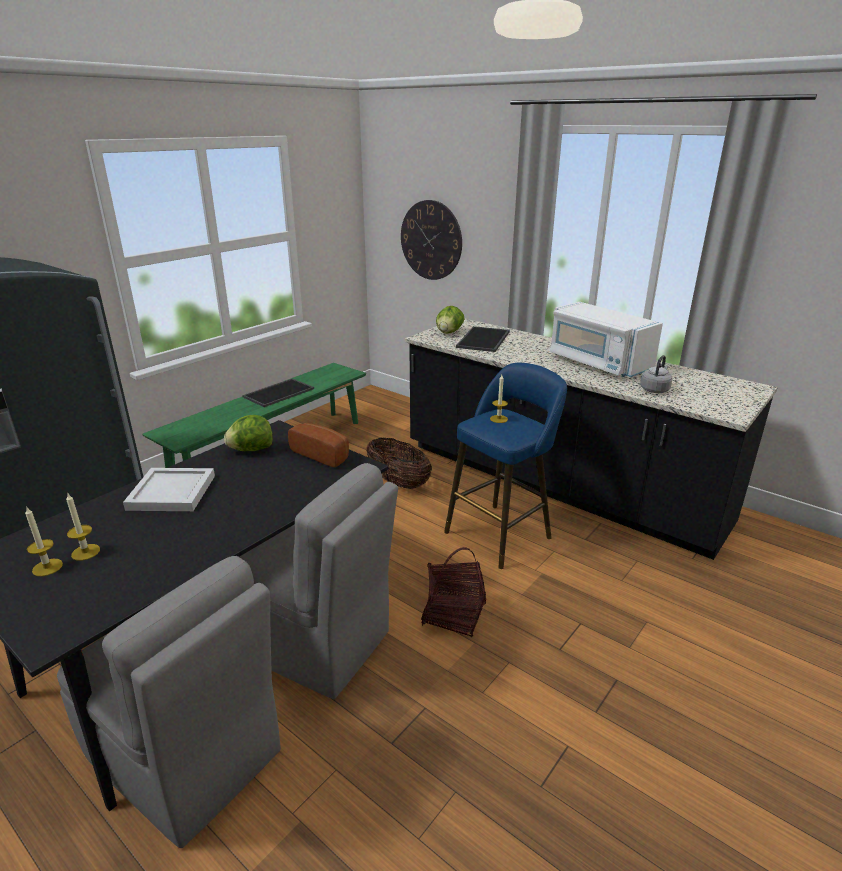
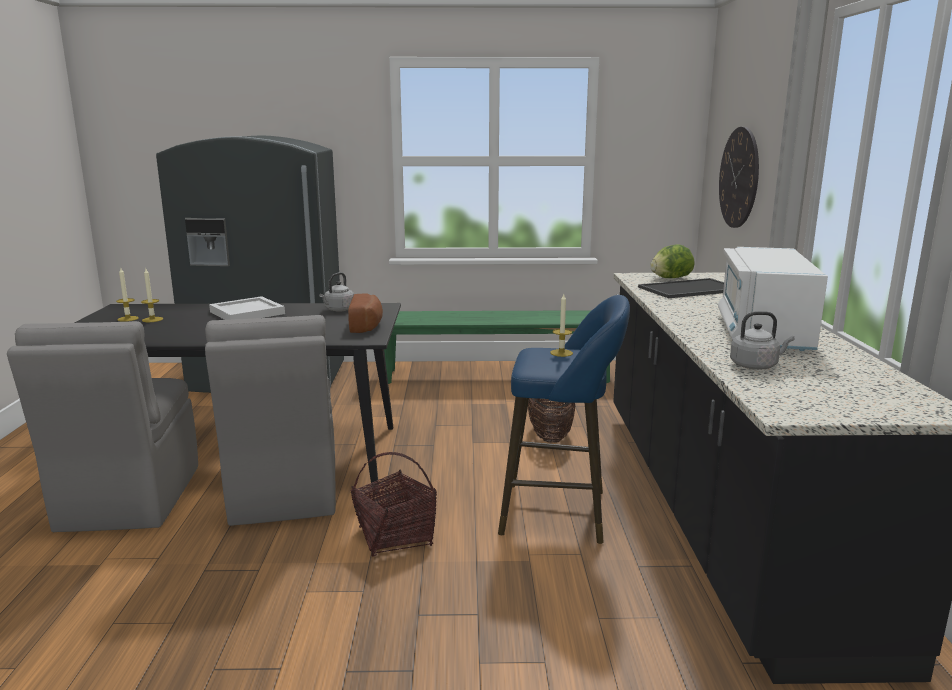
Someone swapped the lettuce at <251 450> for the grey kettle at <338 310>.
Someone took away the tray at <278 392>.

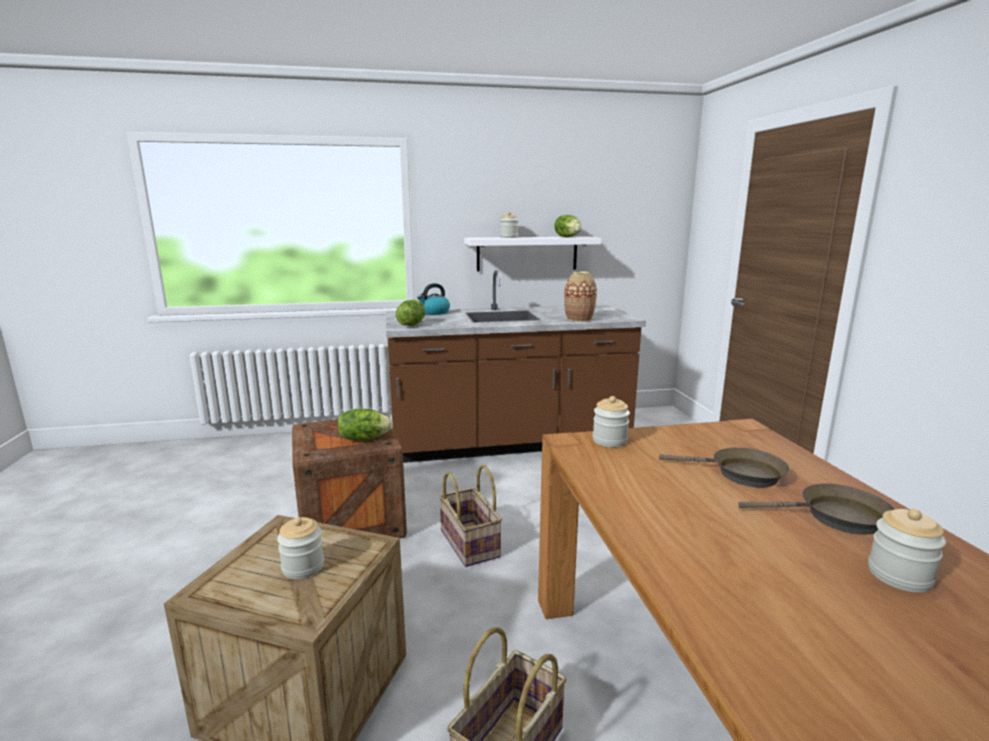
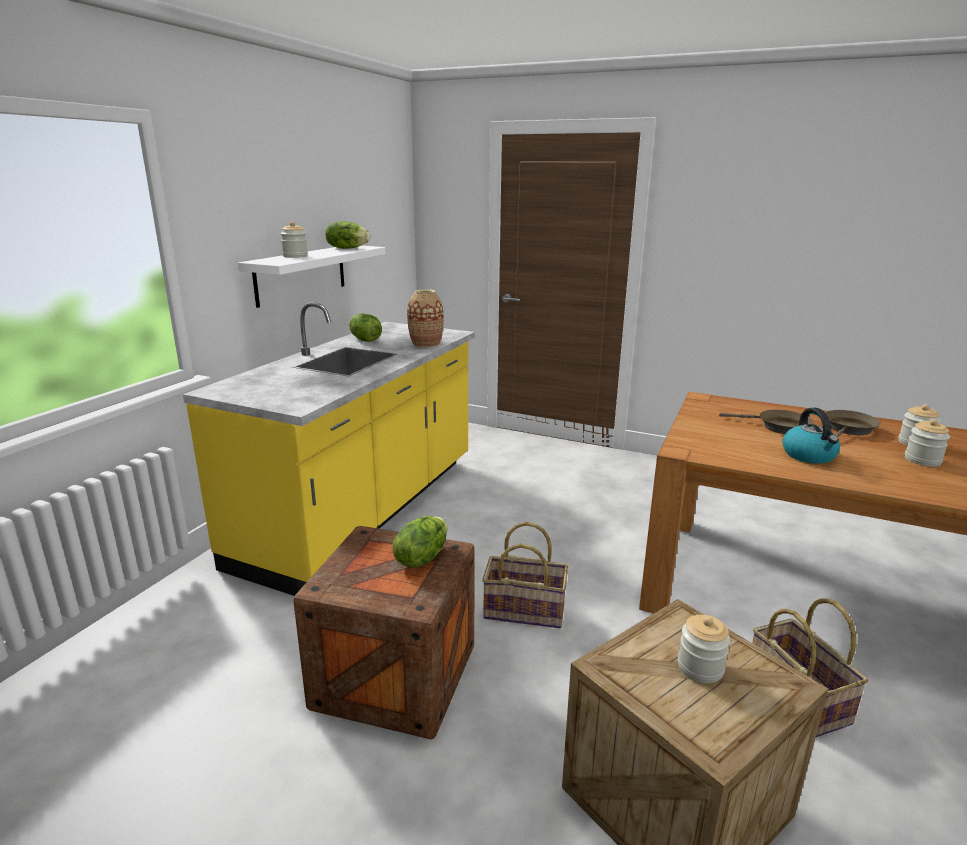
Someone repainted the brown counter at <509 442>, which became the yellow counter at <363 510>.
Someone carried the lettuce from <411 324> to <364 340>.
Someone rotated the brown frying pan at <740 474> by 60 degrees clockwise.
Someone carried the kettle from <434 313> to <809 455>.
Someone carried the jar from <609 440> to <922 460>.

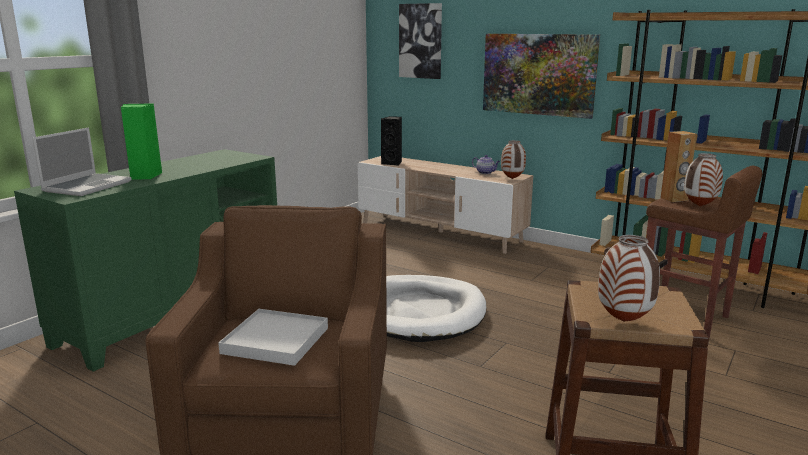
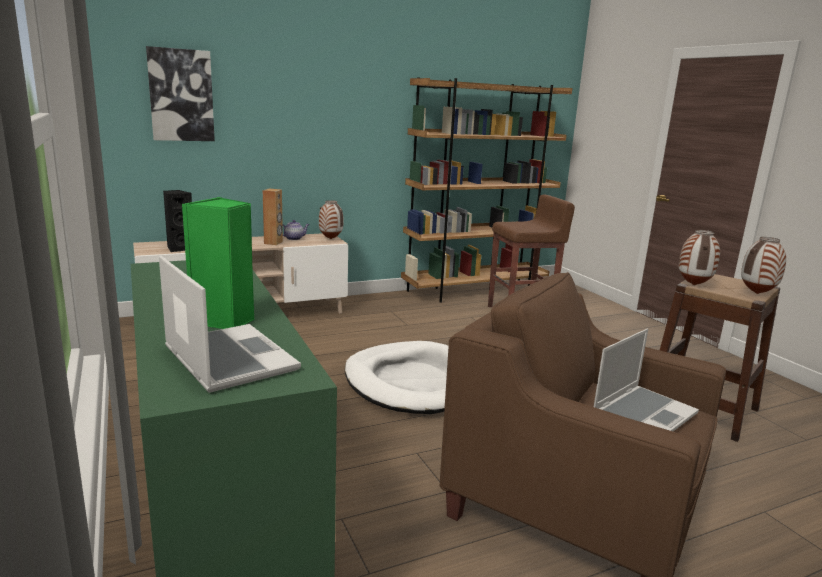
Someone carried the brown speaker from <674 199> to <273 243>.
Someone swapped the white tray at <276 340> for the laptop at <643 414>.
Someone carried the vase from <699 206> to <693 285>.
Someone took away the picture at <538 74>.

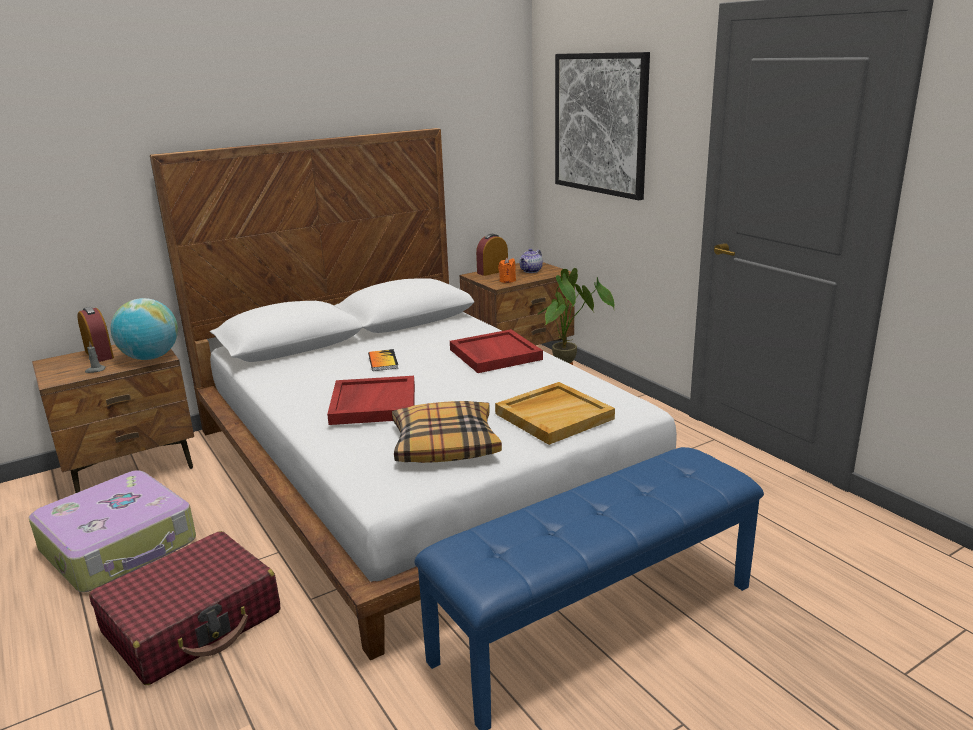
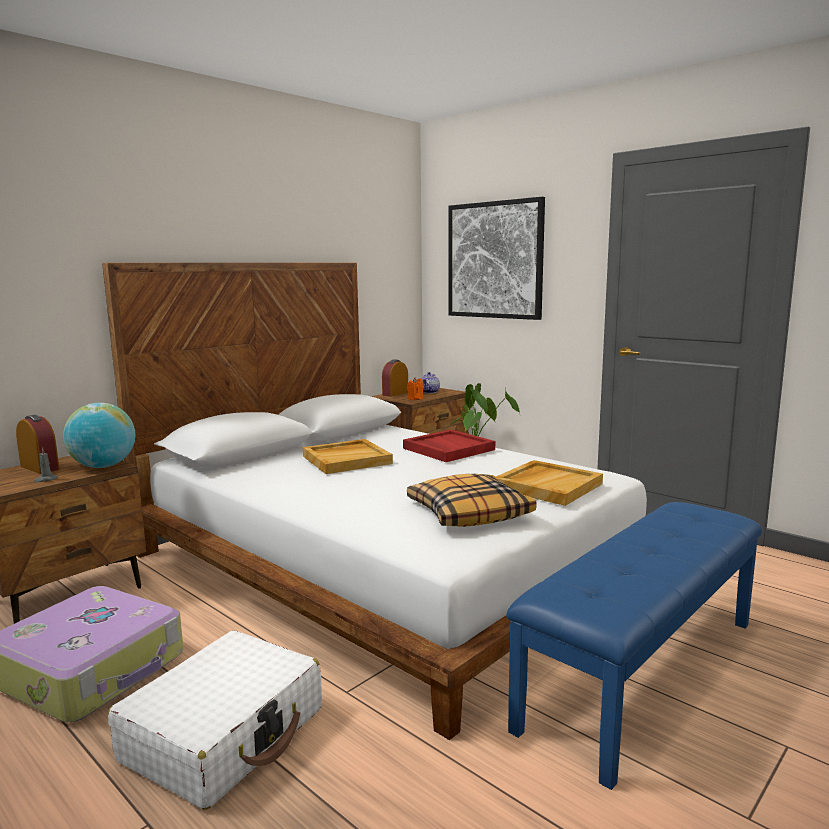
Someone repainted the red suitcase at <193 622>, which became the white suitcase at <225 734>.
Someone swapped the book at <383 361> for the beige tray at <347 459>.
Someone took away the red tray at <373 404>.

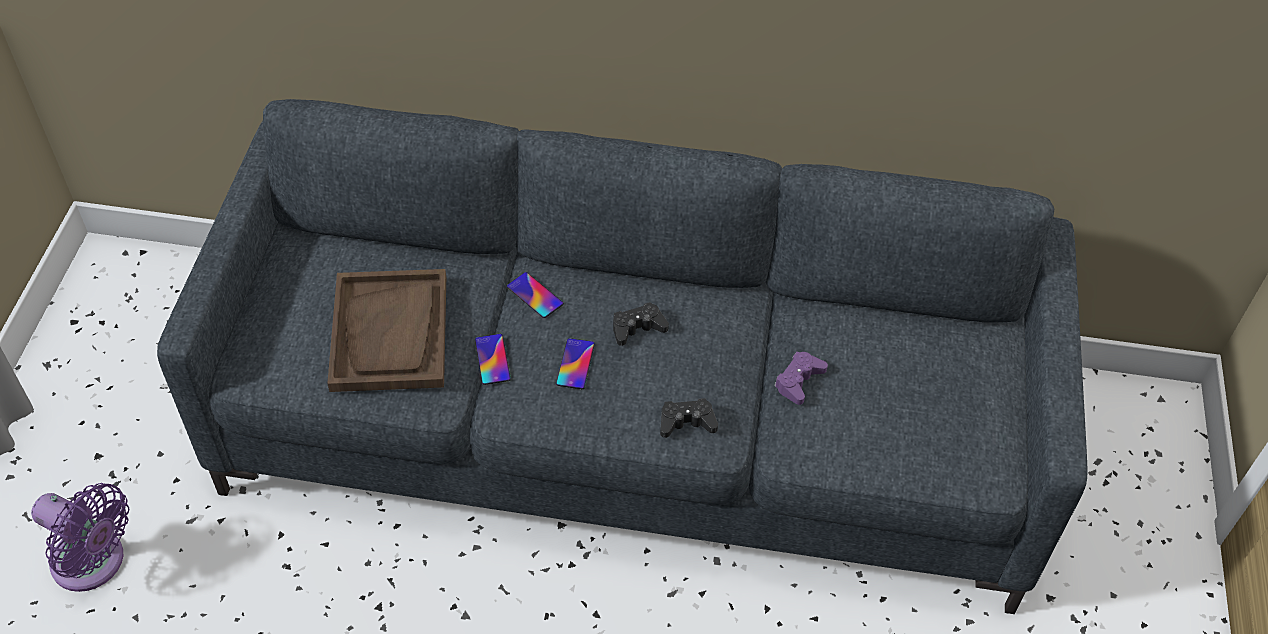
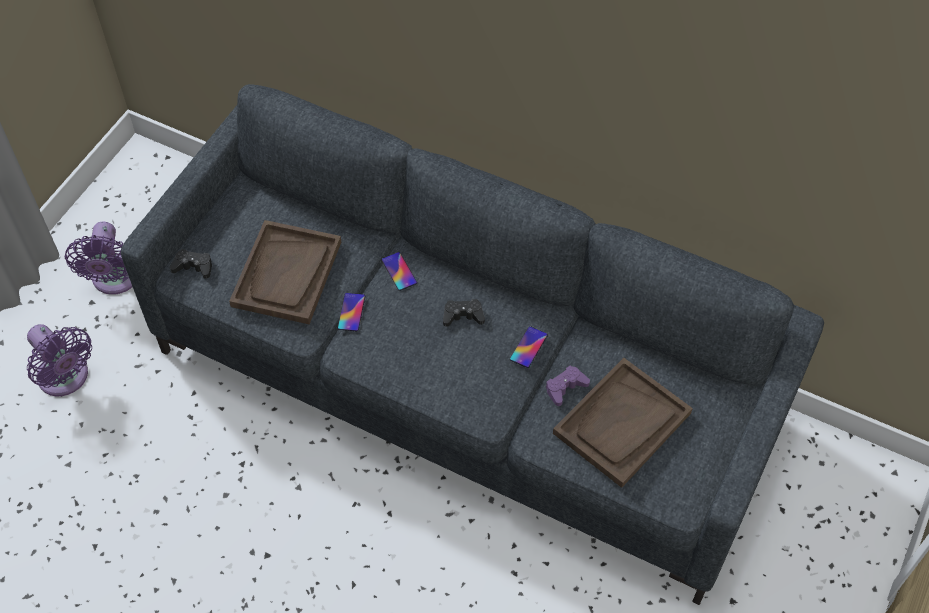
Someone put down the purple fan at <115 279>.
Someone carried the black game controller from <686 422> to <193 267>.
Someone carried the phone from <575 364> to <528 347>.
Someone put down the brown tray at <622 424>.

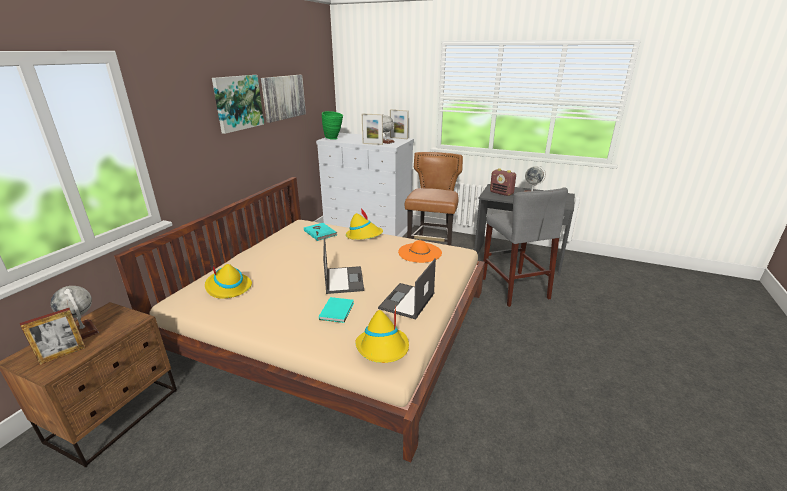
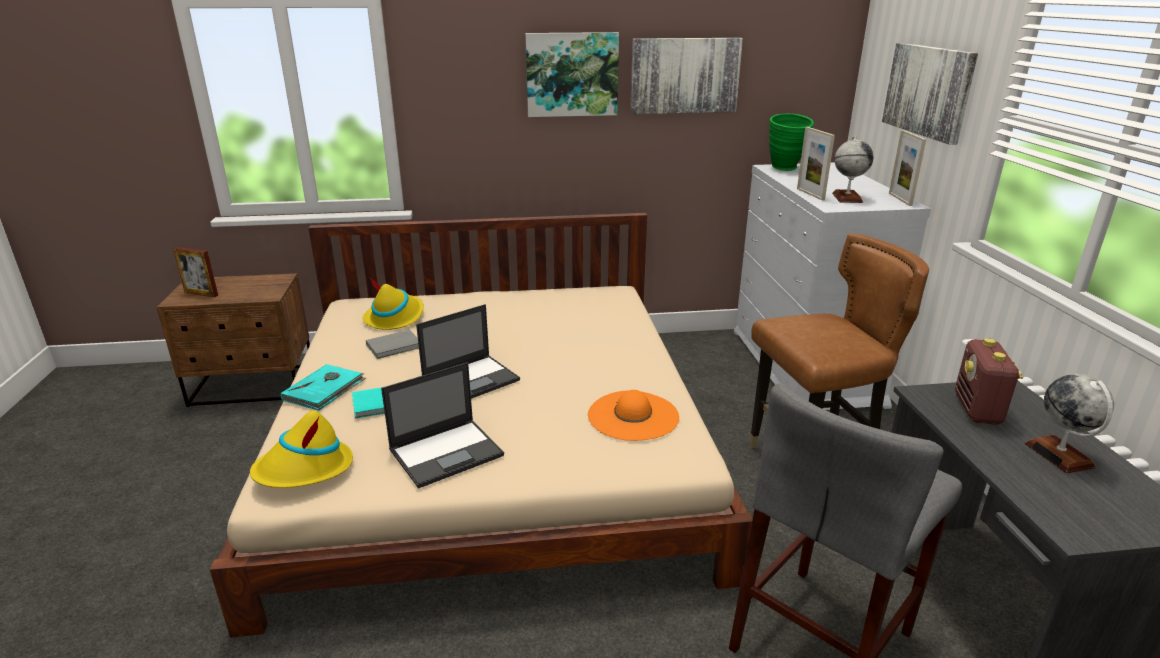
Someone carried the turquoise book from <320 233> to <325 390>.
Someone put down the grey book at <395 346>.
Someone rotated the laptop at <407 301> by 150 degrees clockwise.
Someone put up the picture at <928 91>.
Someone took away the globe at <83 331>.
Someone took away the yellow hat at <364 235>.

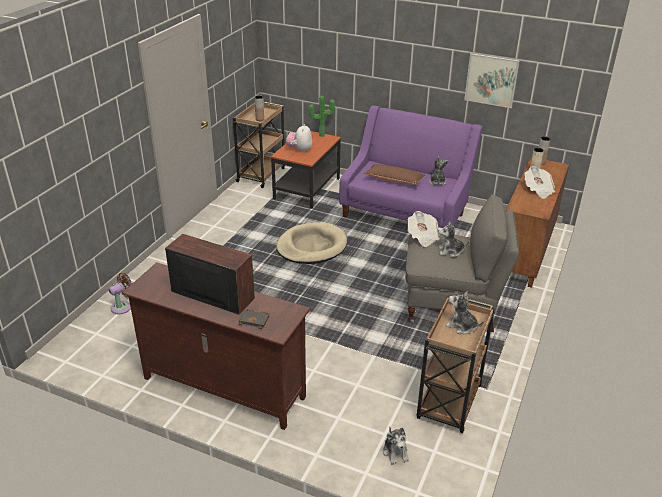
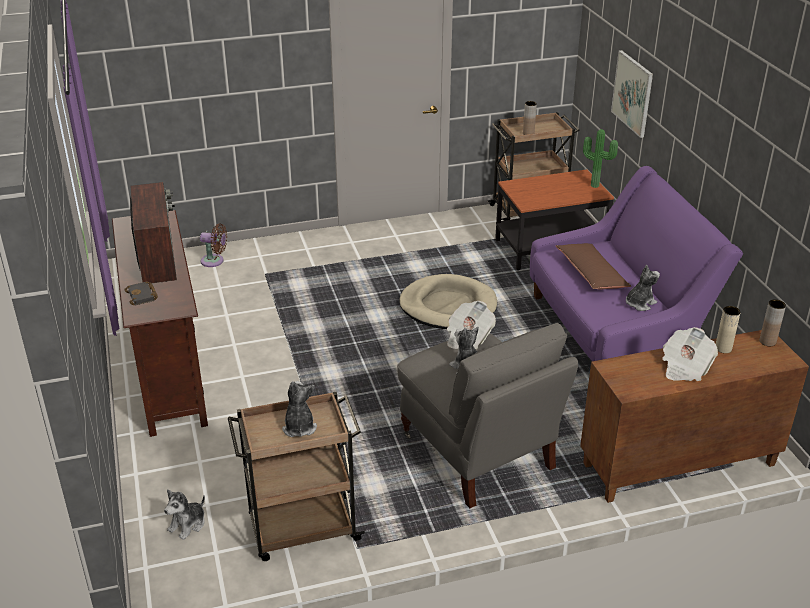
Someone carried the picture from <491 80> to <632 93>.
Someone took away the plush toy at <300 150>.

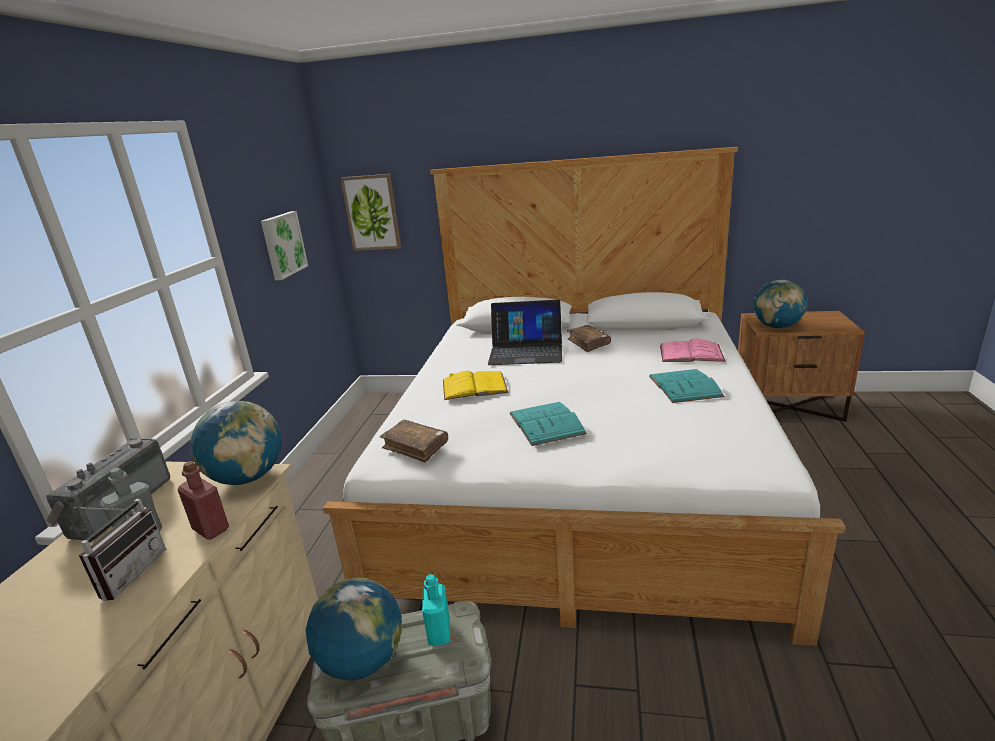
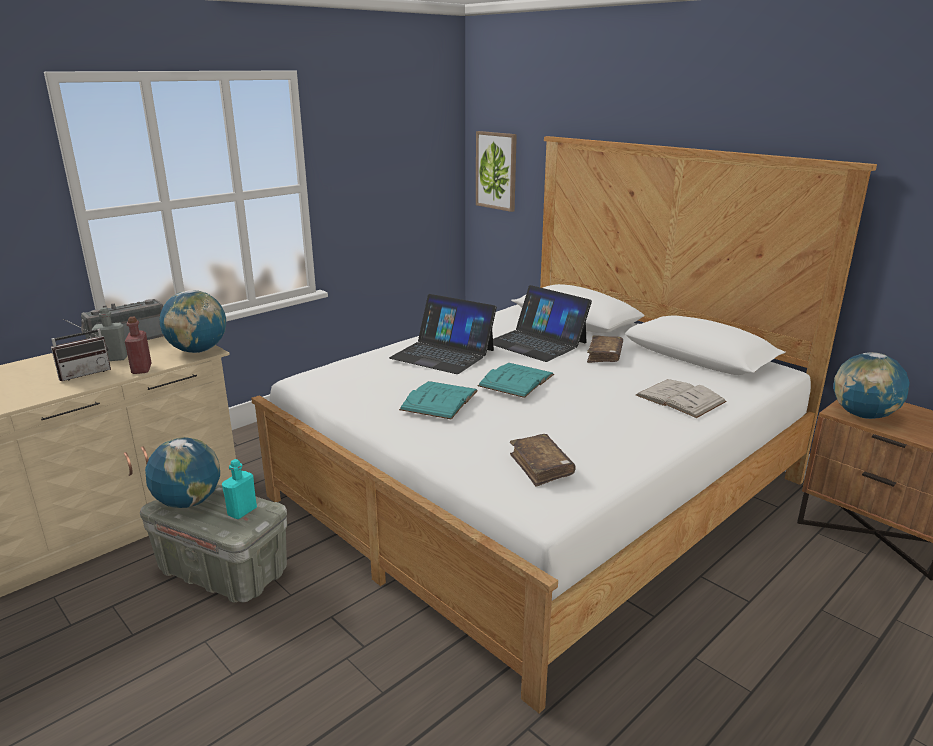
Someone swapped the yellow book at <474 386> for the laptop at <443 354>.
Someone carried the turquoise book from <684 386> to <516 380>.
Someone carried the brown book from <415 446> to <541 466>.
Someone repainted the pink book at <691 353>, which became the white book at <680 398>.
Someone took away the picture at <282 245>.

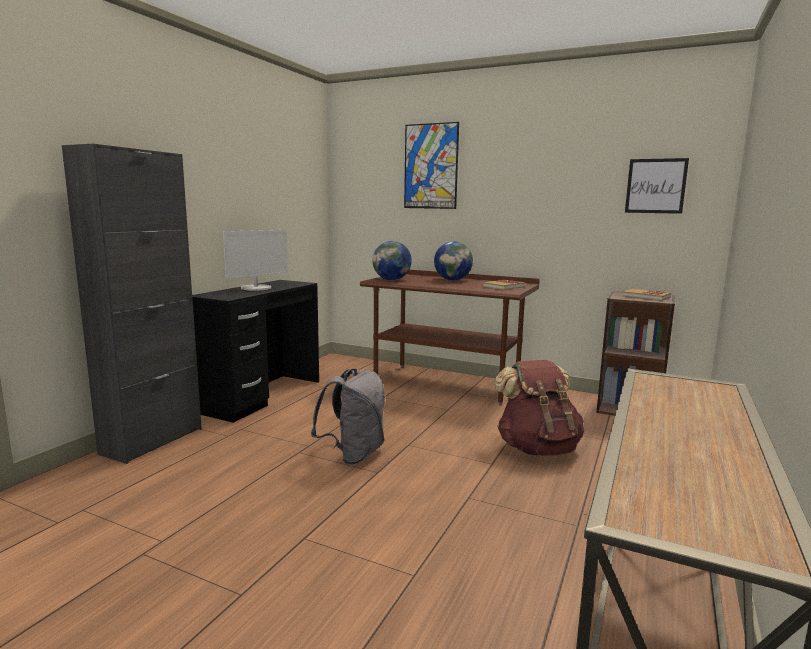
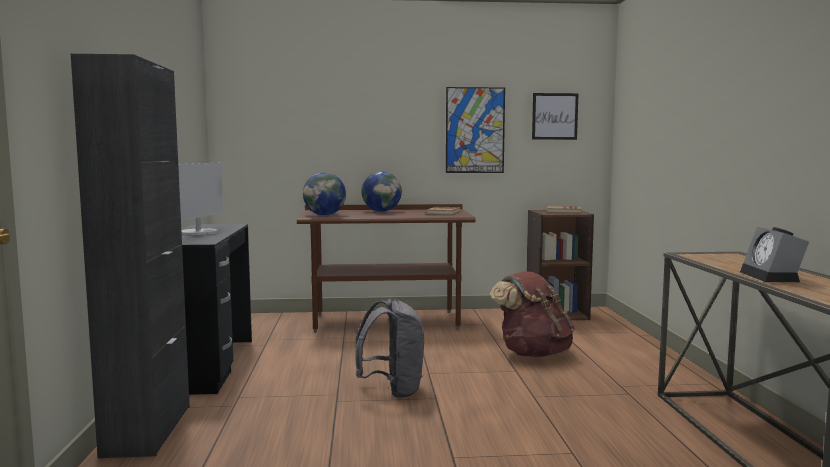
Someone carried the picture from <431 166> to <475 130>.
Someone put down the alarm clock at <772 277>.

